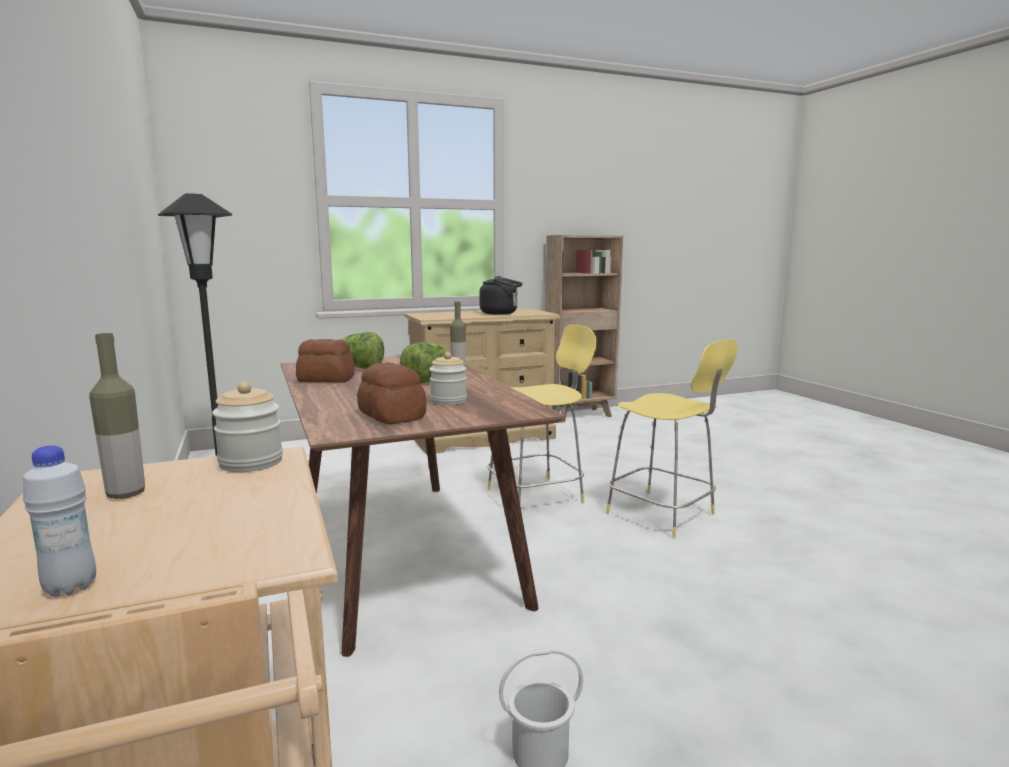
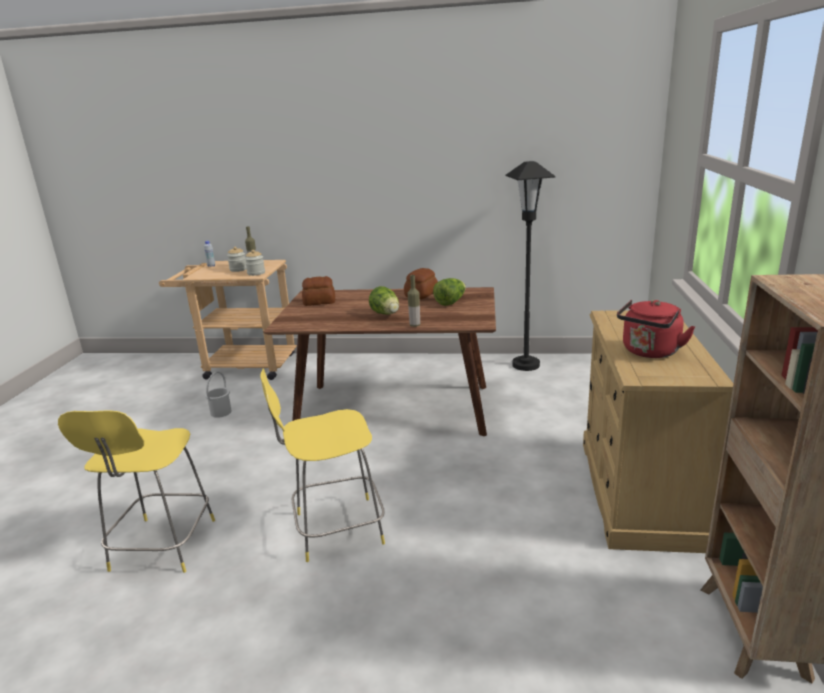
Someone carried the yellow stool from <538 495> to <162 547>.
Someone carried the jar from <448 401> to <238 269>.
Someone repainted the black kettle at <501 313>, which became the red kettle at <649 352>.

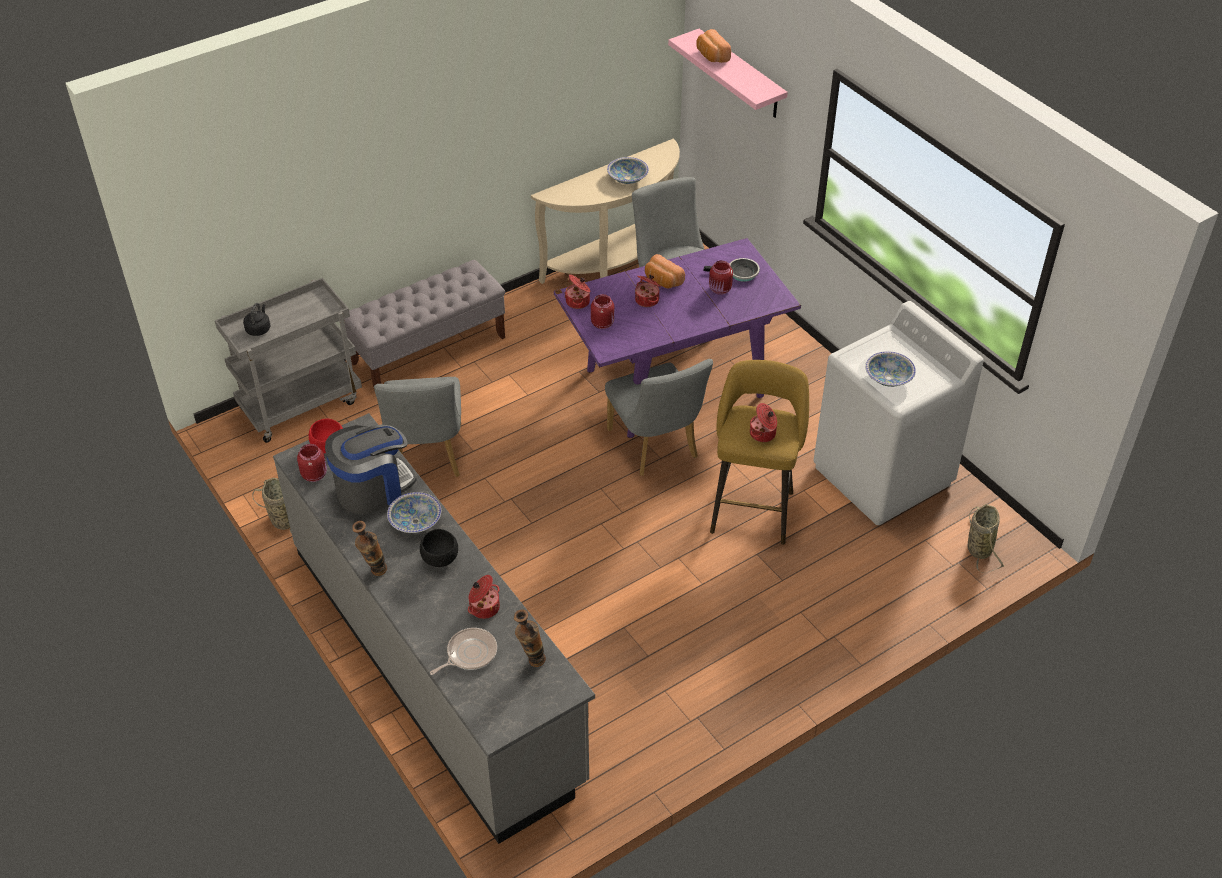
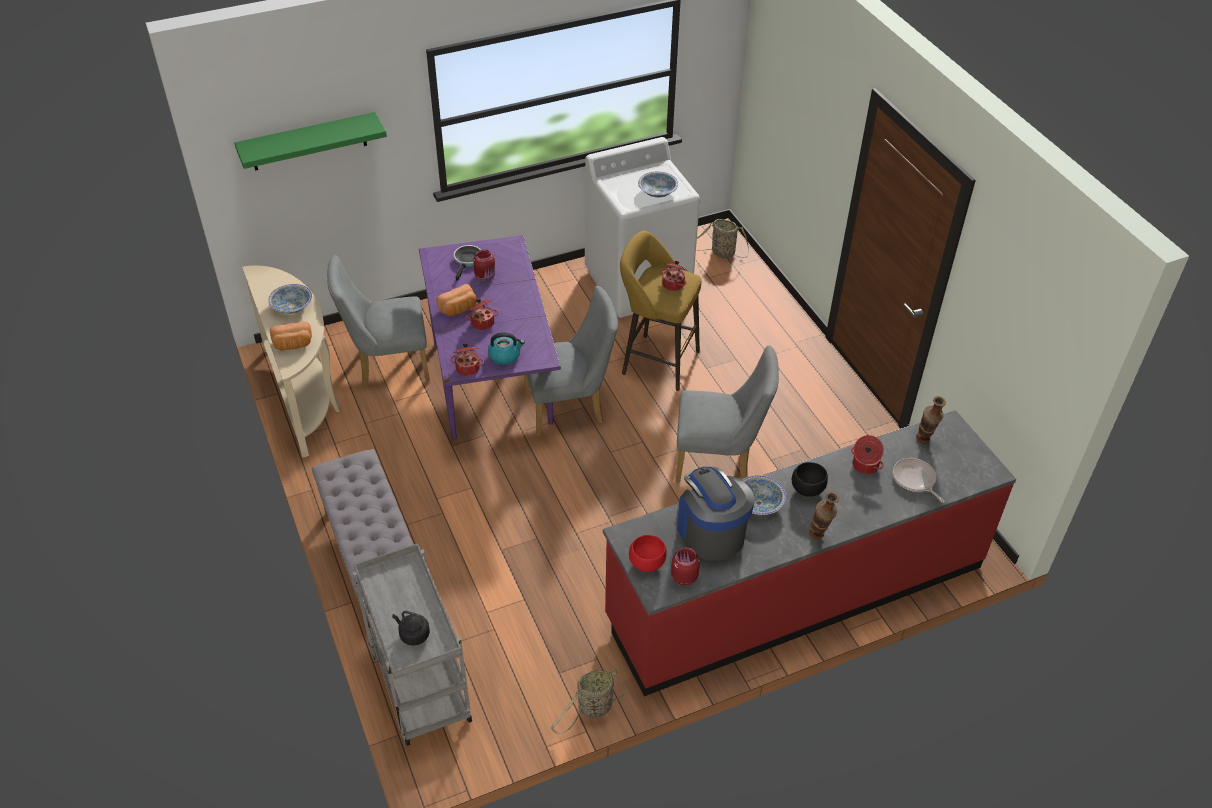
Someone repainted the pink shelf at <741 75>, which became the green shelf at <308 142>.
Someone carried the bread from <711 56> to <293 345>.
Someone swapped the red jar at <603 323> for the kettle at <505 356>.
Someone repainted the grey counter at <436 662>, which became the red counter at <795 592>.
Someone carried the grey chair from <427 458> to <719 461>.

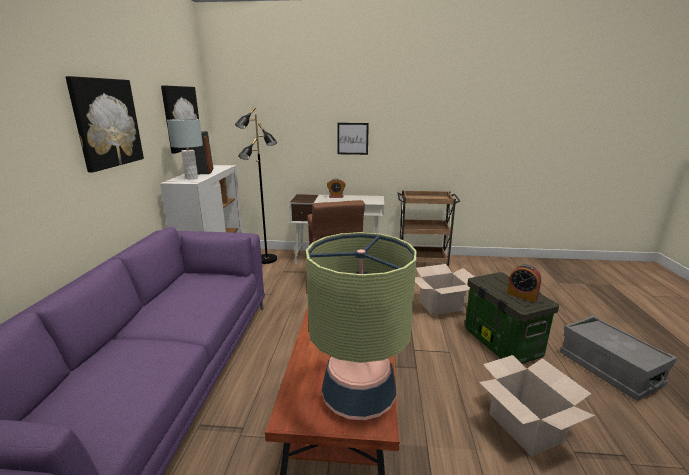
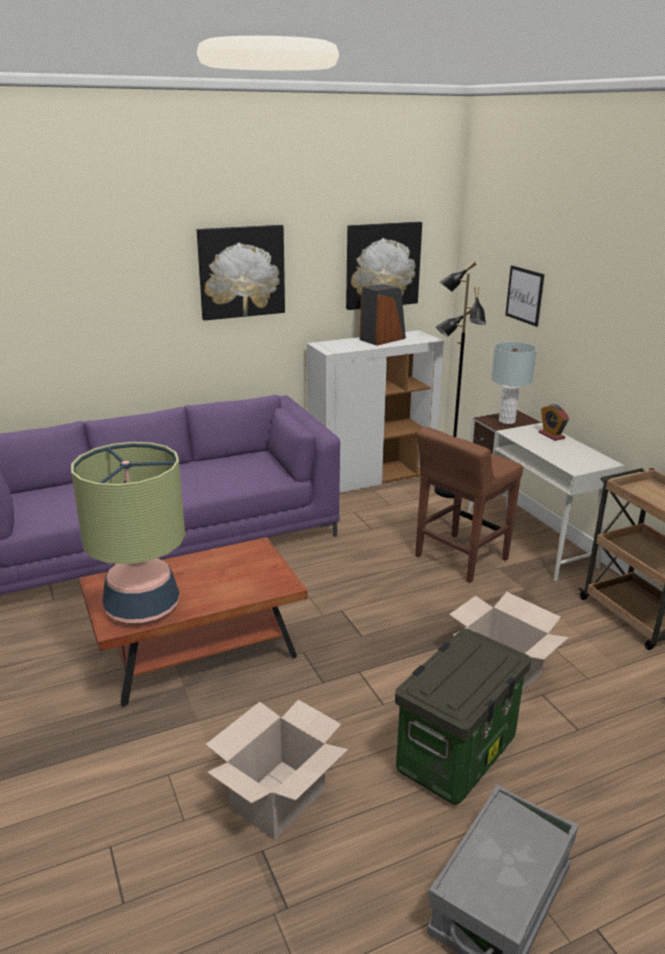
Someone carried the grey table lamp from <191 178> to <507 421>.
Someone carried the picture from <352 138> to <524 295>.
Someone took away the alarm clock at <522 295>.

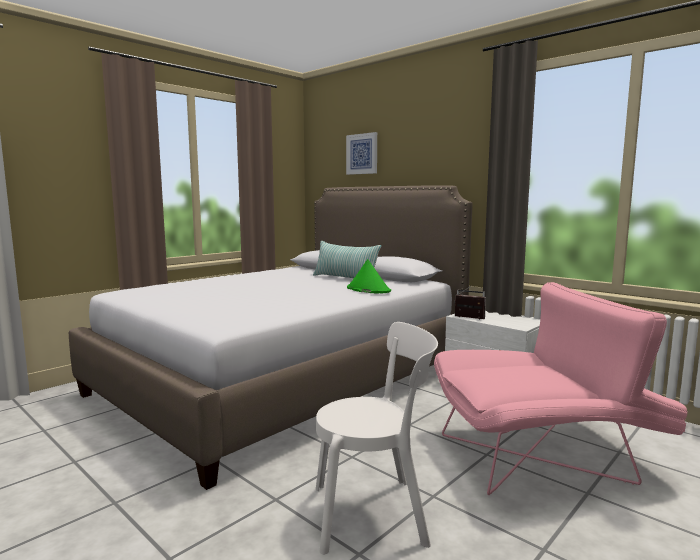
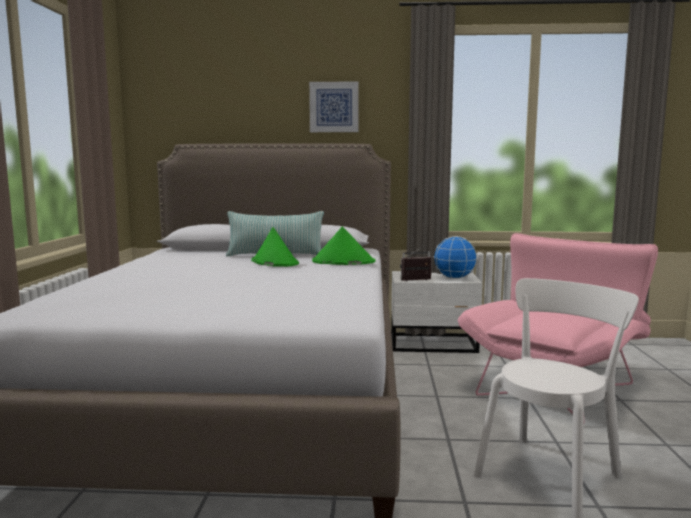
Someone put down the green hat at <274 262>.
Someone carried the picture from <362 154> to <334 107>.
Someone put down the globe at <454 278>.

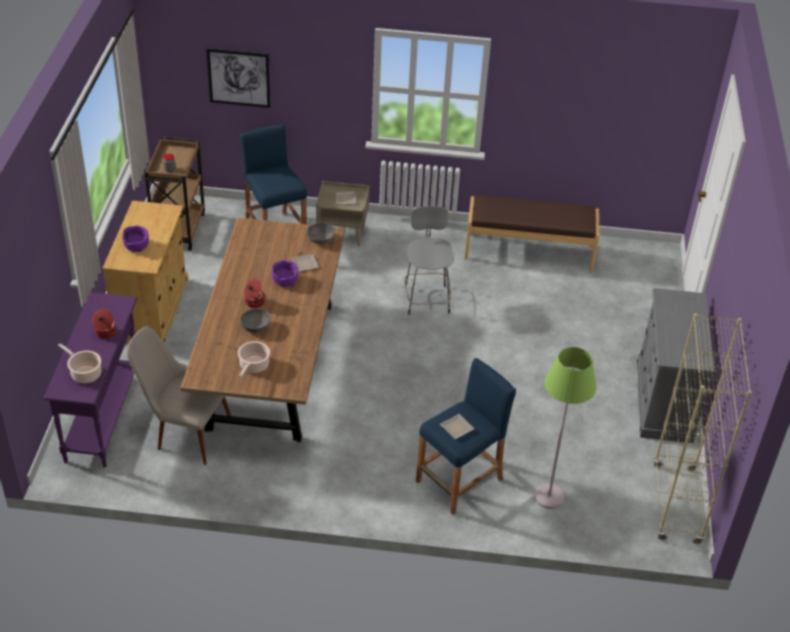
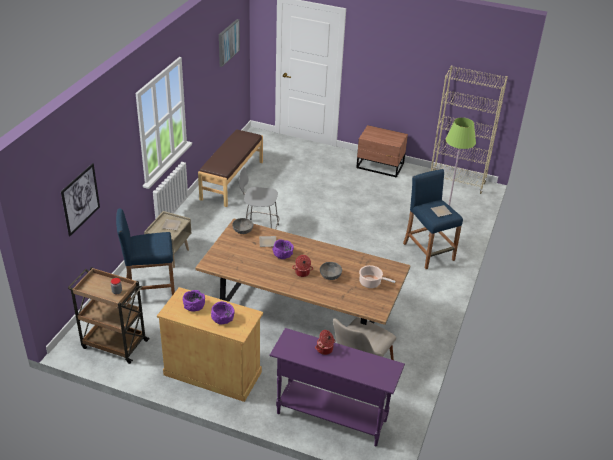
Someone put down the purple bowl at <194 306>.
Someone put up the picture at <228 42>.
Someone swapped the grey dresser at <663 401> for the brown nightstand at <380 166>.
Someone took away the cooking pot at <84 373>.

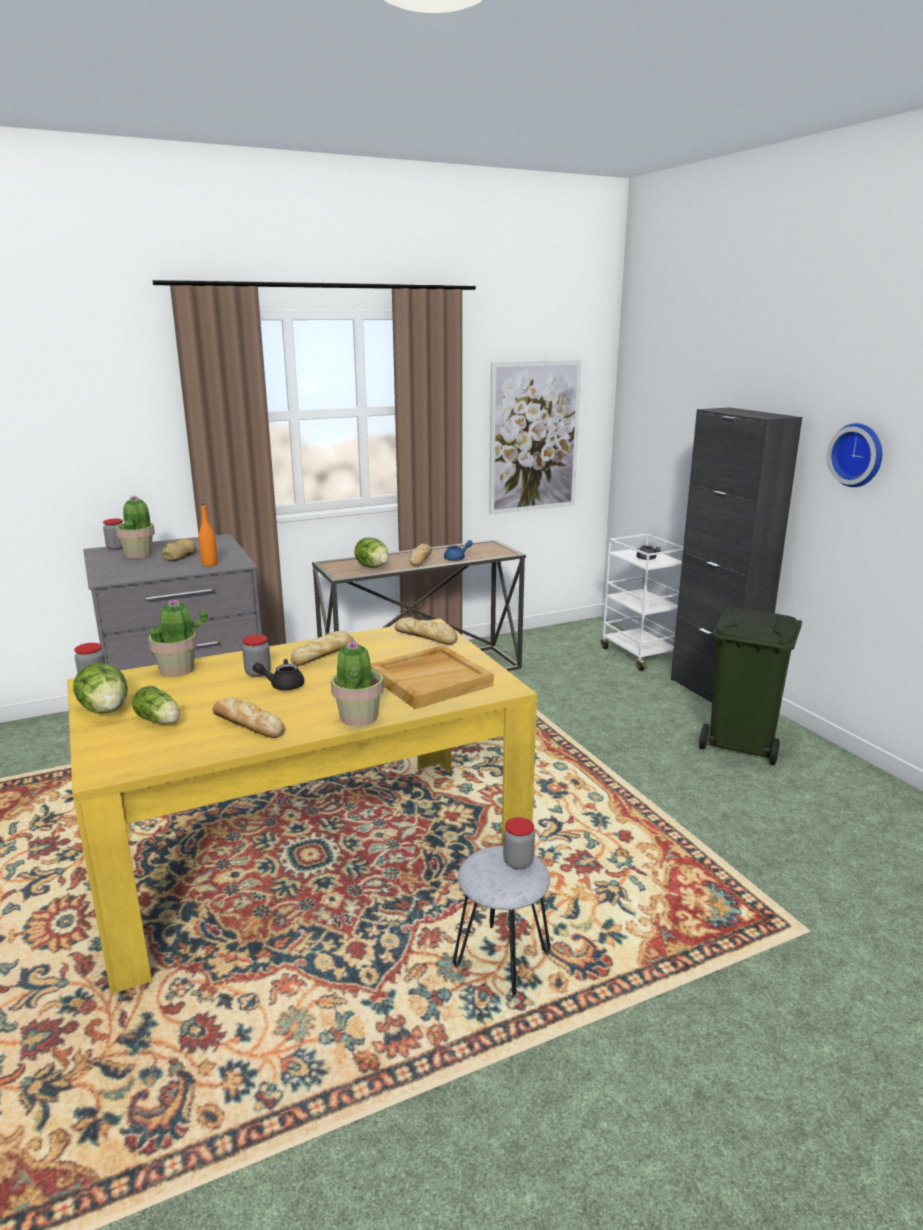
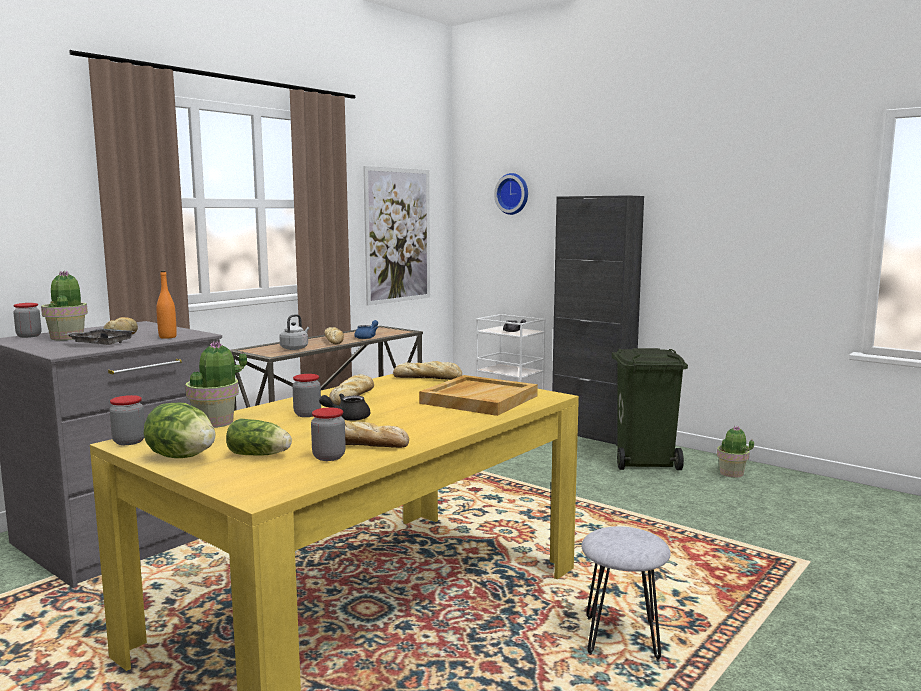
Someone put down the grey tray at <101 344>.
Someone swapped the lettuce at <373 567> for the grey kettle at <295 348>.
Someone carried the jar from <518 862> to <329 457>.
Someone carried the wall clock from <858 455> to <513 194>.
Someone carried the potted plant from <358 718> to <731 474>.

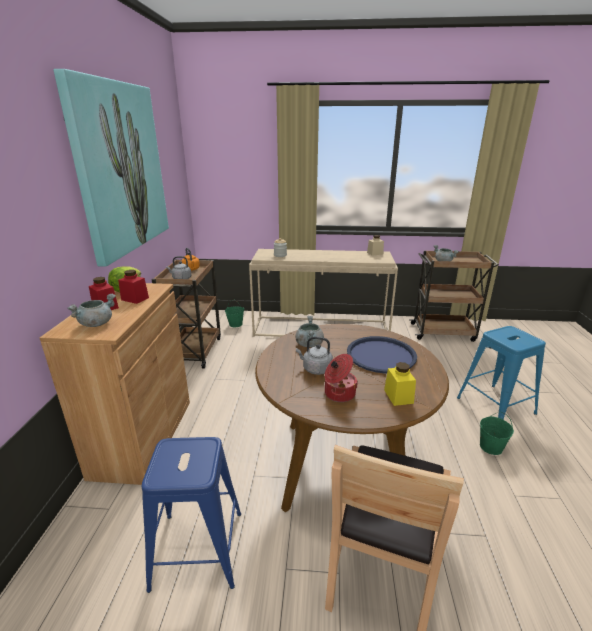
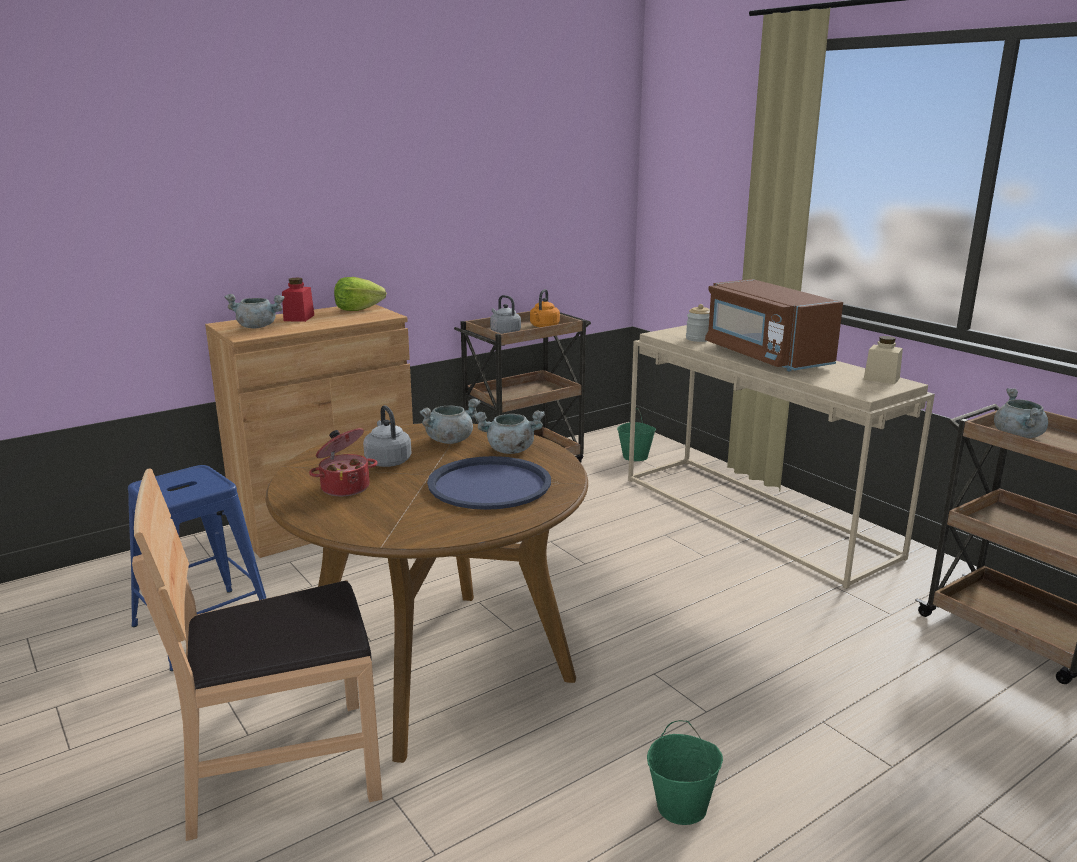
Someone put down the grey cooking pot at <509 450>.
Someone put down the brown microwave at <765 356>.
Someone took away the picture at <120 169>.
Someone took away the red jar at <135 299>.
Someone took away the yellow jar at <398 396>.
Someone took away the blue stool at <495 405>.

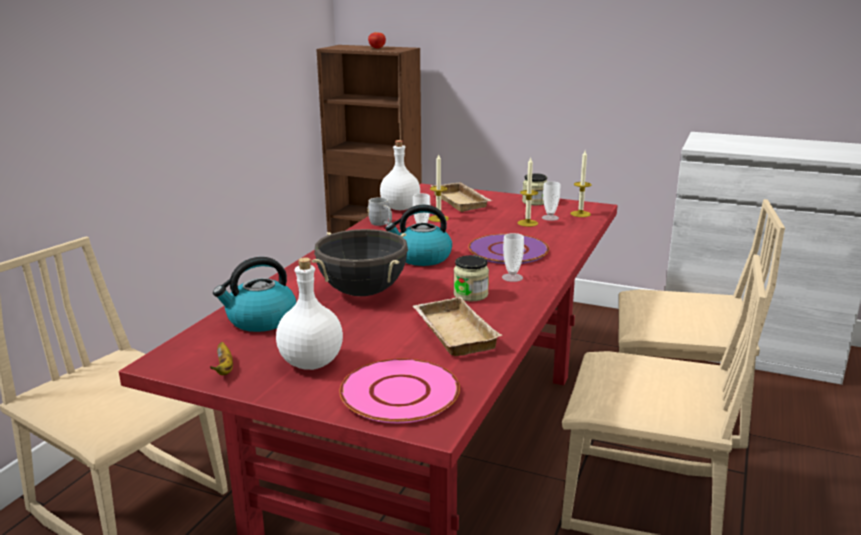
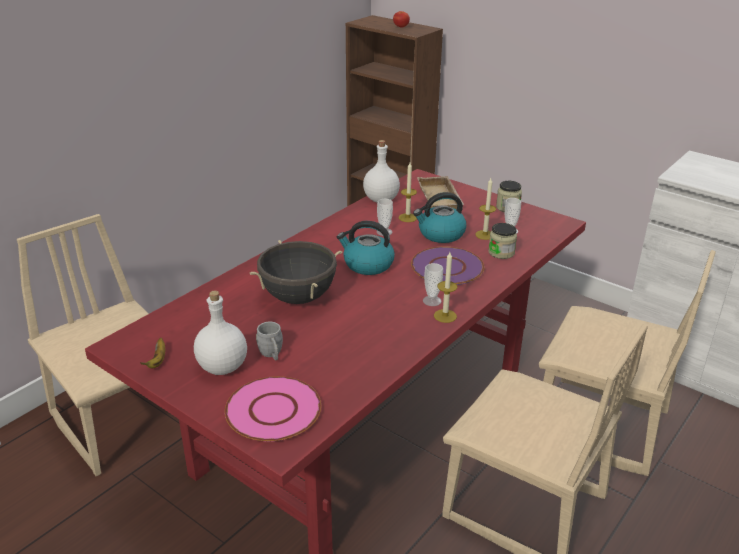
Someone carried the grey mug from <382 224> to <272 354>.
Someone carried the kettle from <260 320> to <440 234>.
Someone carried the candle from <580 214> to <445 316>.
Someone carried the jar from <470 295> to <501 252>.
Someone took away the beige tray at <451 333>.

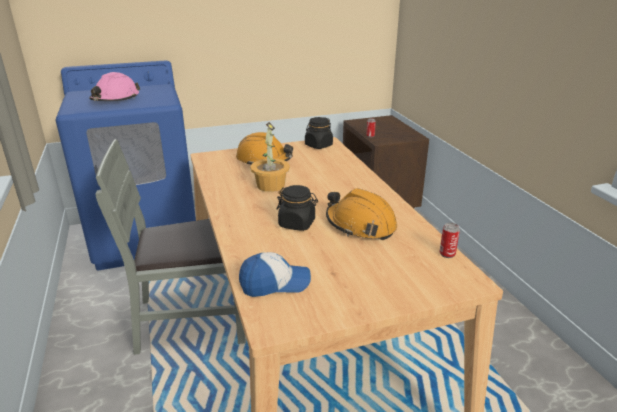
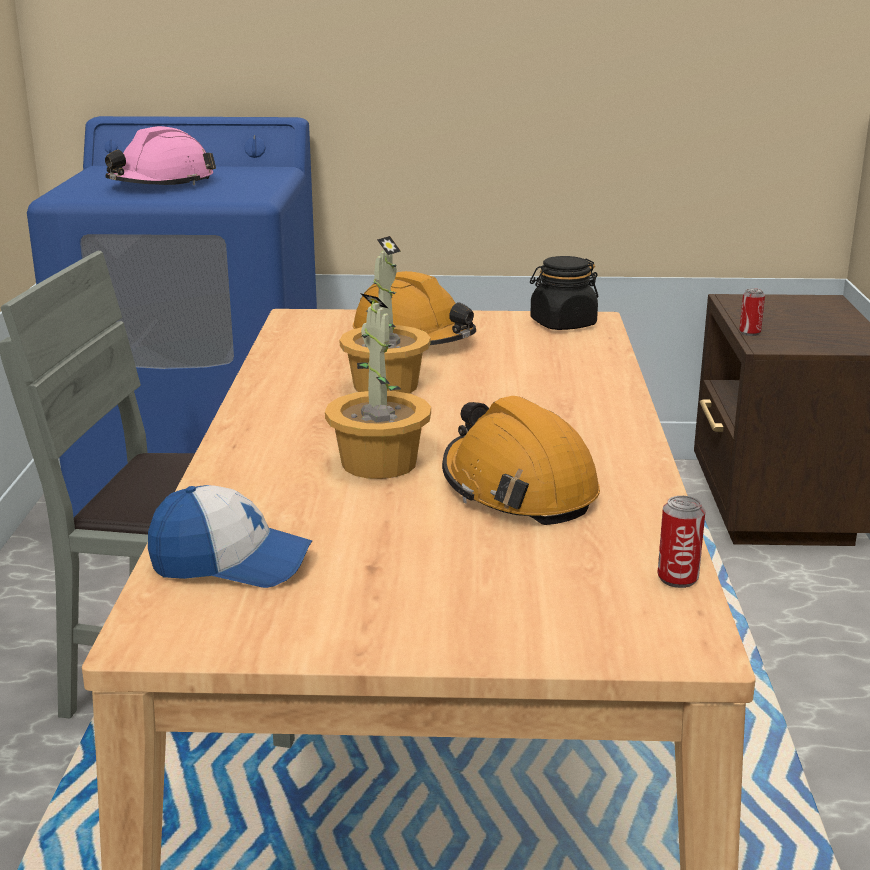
Someone swapped the black jar at <297 223> for the potted plant at <378 463>.

